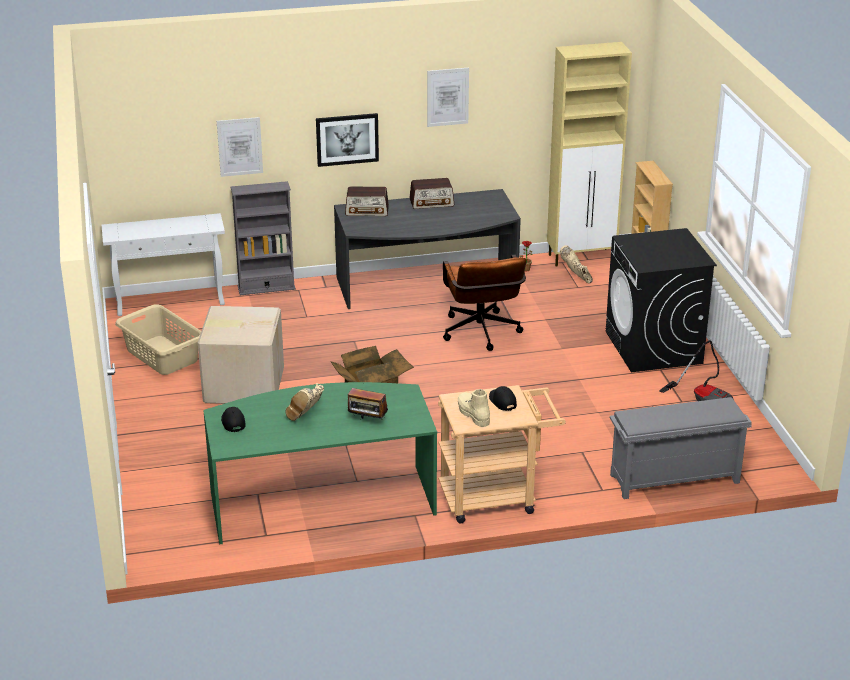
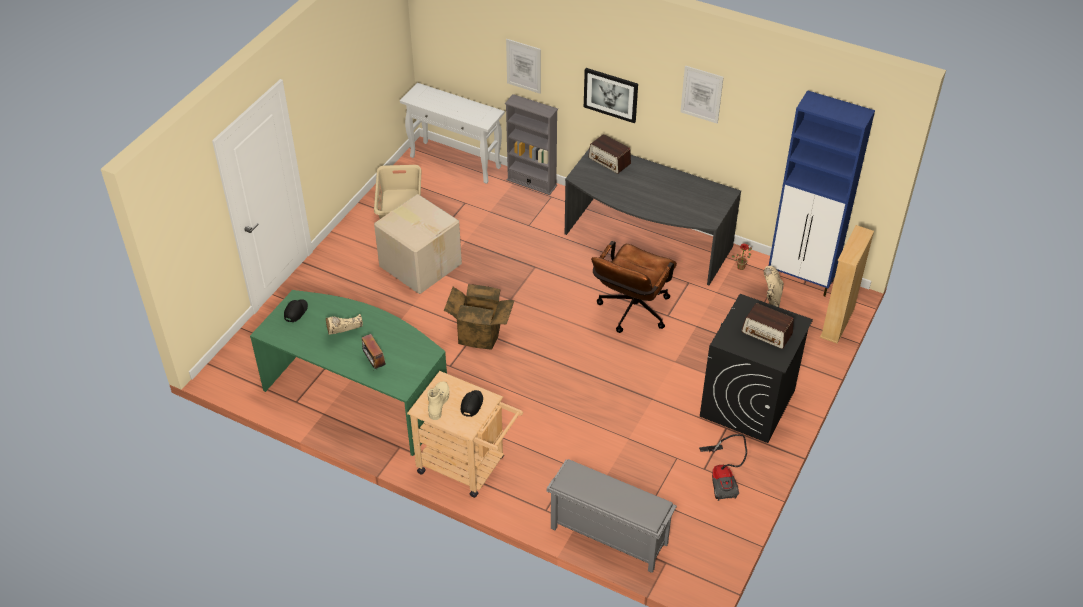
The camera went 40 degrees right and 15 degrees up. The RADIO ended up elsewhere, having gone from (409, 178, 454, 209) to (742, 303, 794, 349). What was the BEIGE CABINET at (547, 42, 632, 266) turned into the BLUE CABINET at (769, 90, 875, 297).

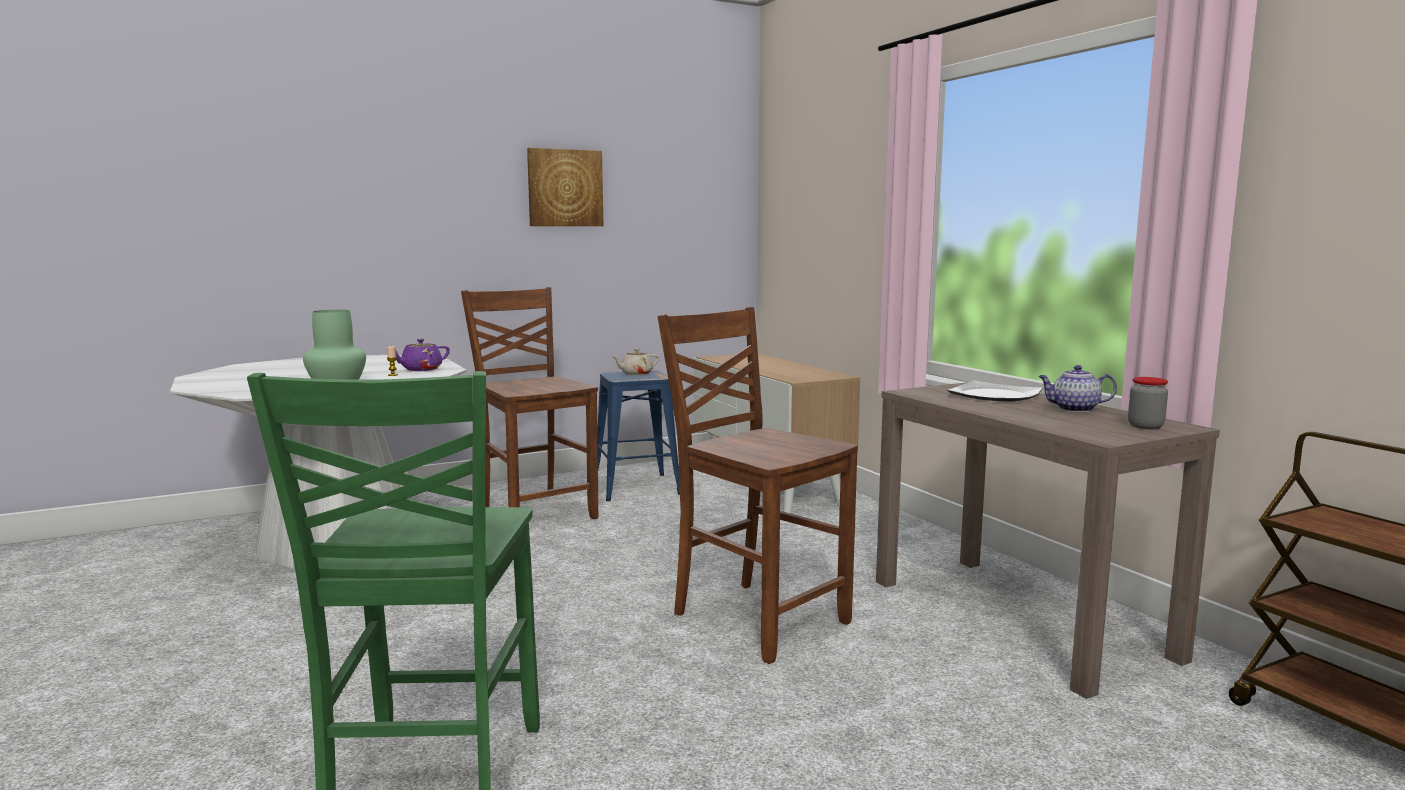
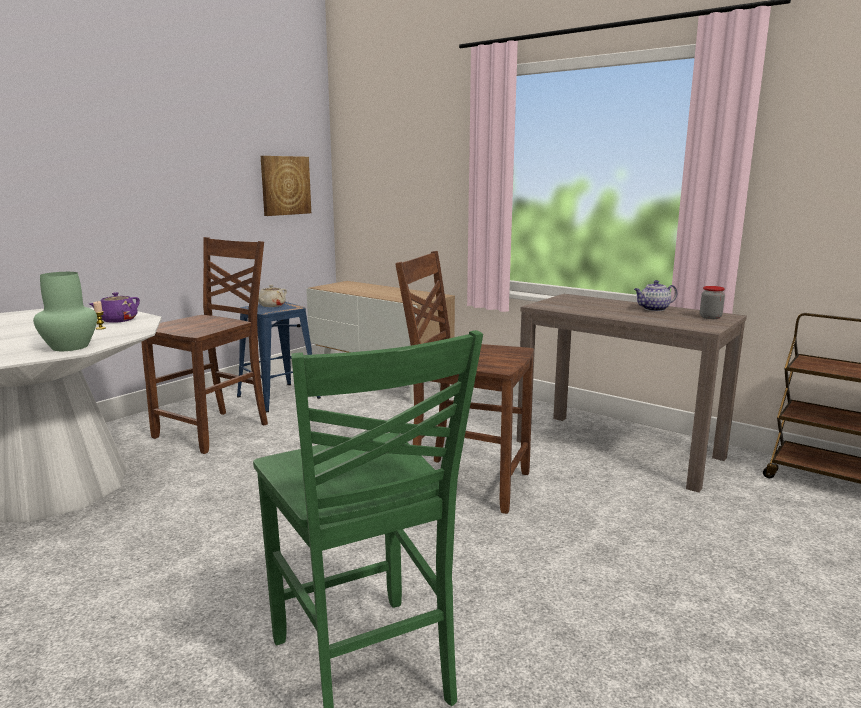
The camera went 25 degrees left and 5 degrees up. The BROWN CHAIR at (461, 287, 599, 519) ended up facing another way, 90 degrees clockwise from before. The PICTURE ended up elsewhere, having gone from (527, 148, 603, 226) to (261, 156, 311, 216). The second view lost the PLATE at (947, 381, 1042, 402).

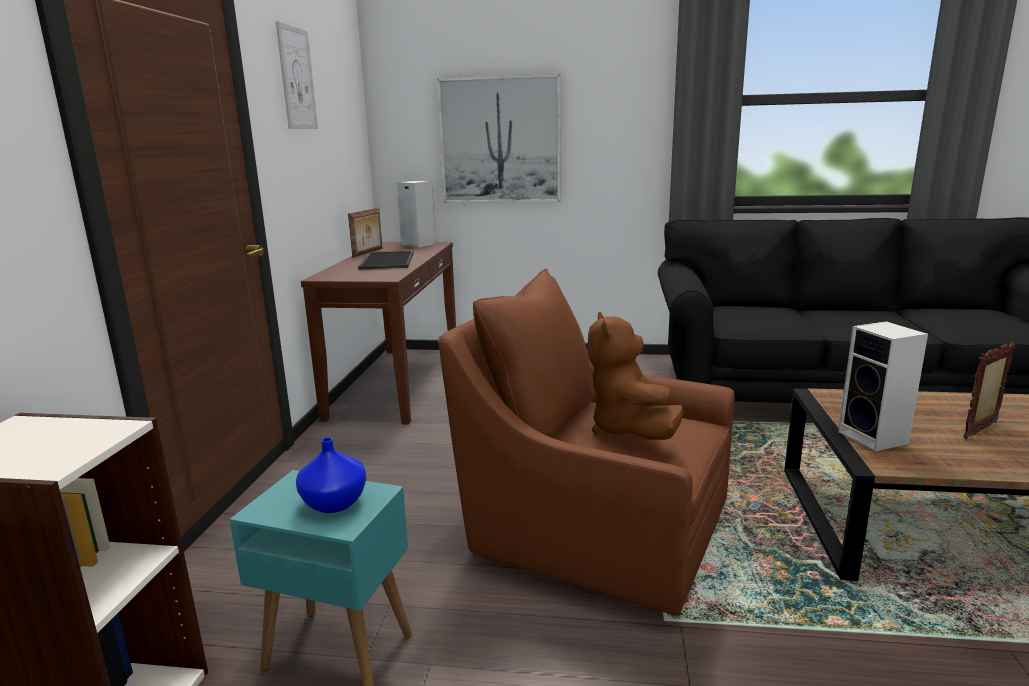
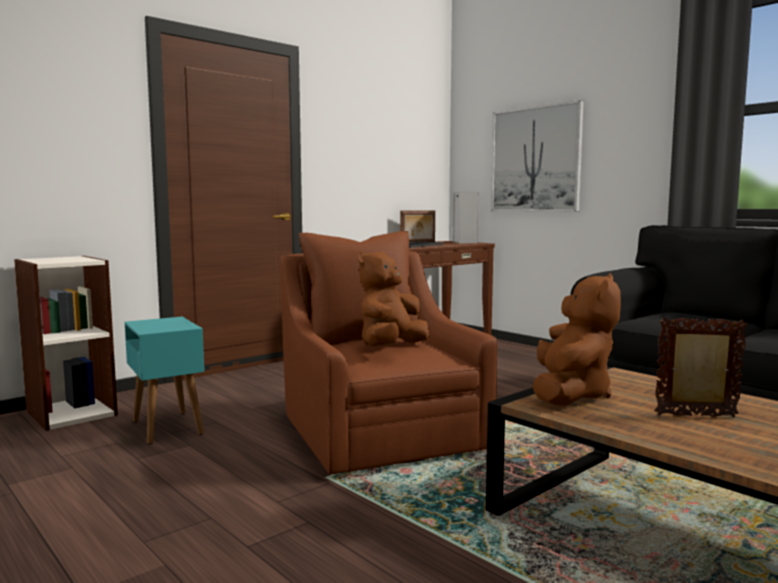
The camera went 40 degrees right and 10 degrees down. The second view lost the PICTURE at (276, 21, 318, 129). The second view lost the BLUE VASE at (296, 437, 366, 513). Where the SPEAKER stood at (838, 321, 928, 452), the BROWN PLUSH TOY came to stand at (532, 273, 621, 406).

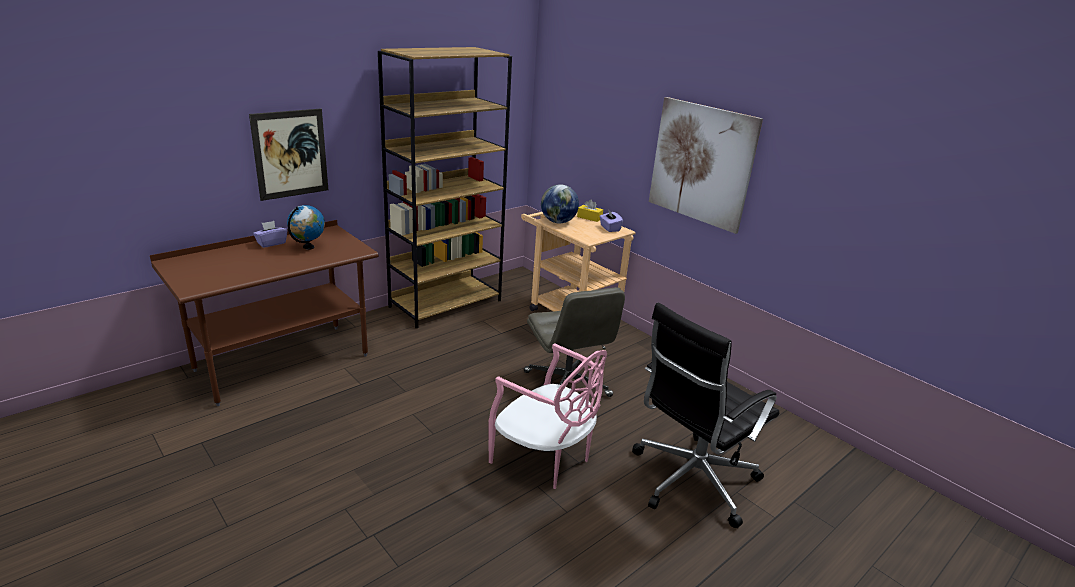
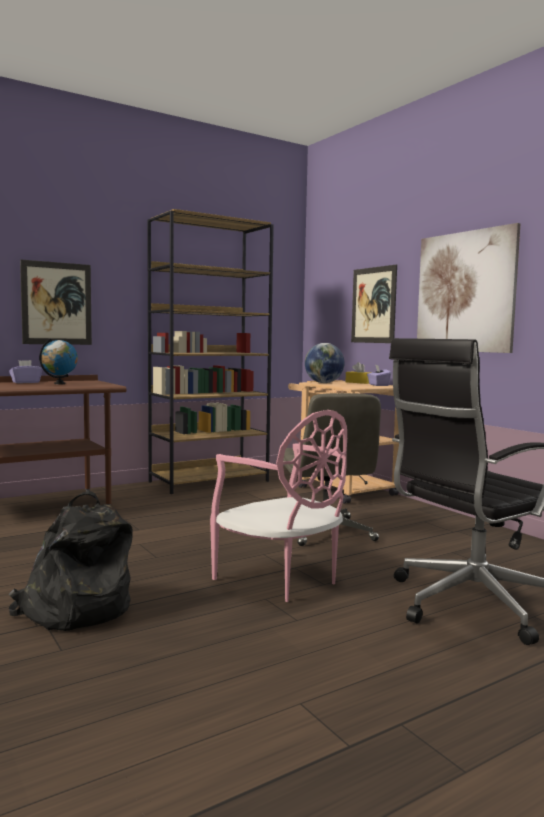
The camera went 10 degrees right and 20 degrees down. The second view gained the BLACK BACKPACK at (9, 491, 133, 631). The second view gained the PICTURE at (351, 265, 397, 343).

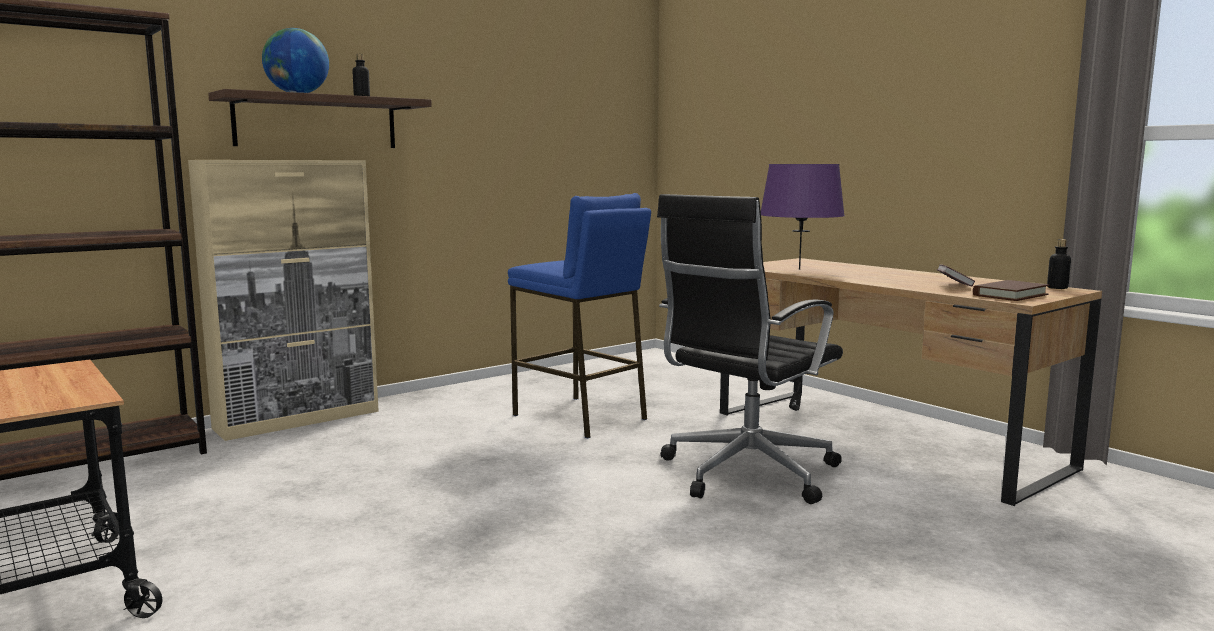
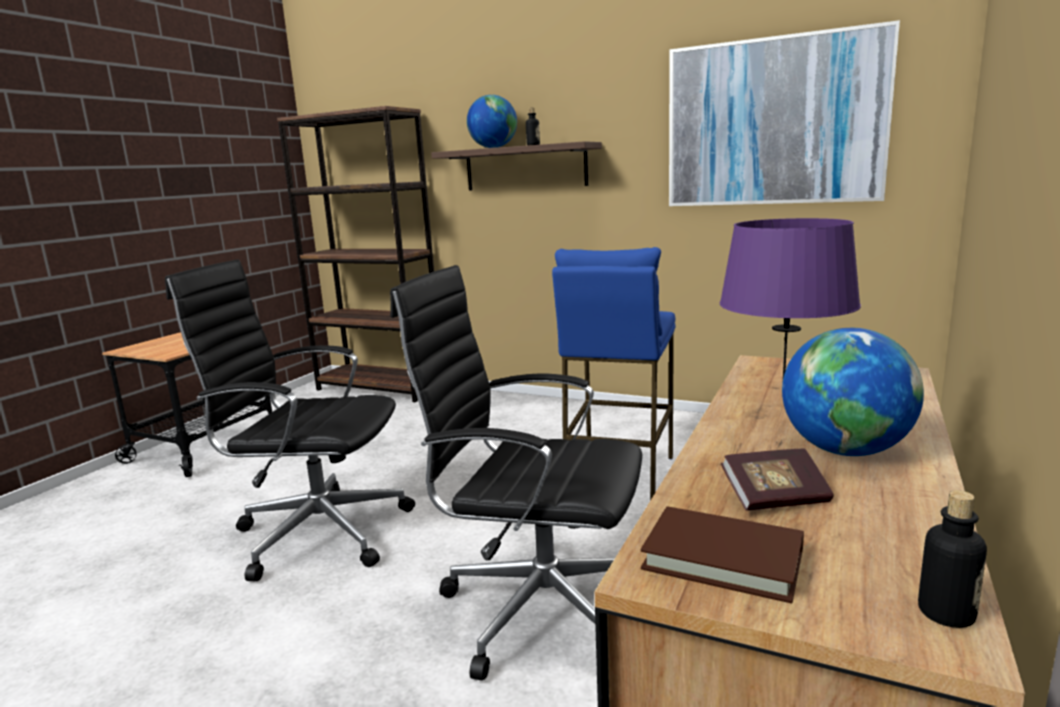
The camera went 65 degrees right and 5 degrees up. The second view lost the BEIGE CABINET at (188, 160, 379, 441). The second view gained the BLACK OFFICE CHAIR at (165, 259, 415, 581). The second view gained the PICTURE at (669, 20, 900, 206). The second view gained the GLOBE at (782, 328, 924, 456).

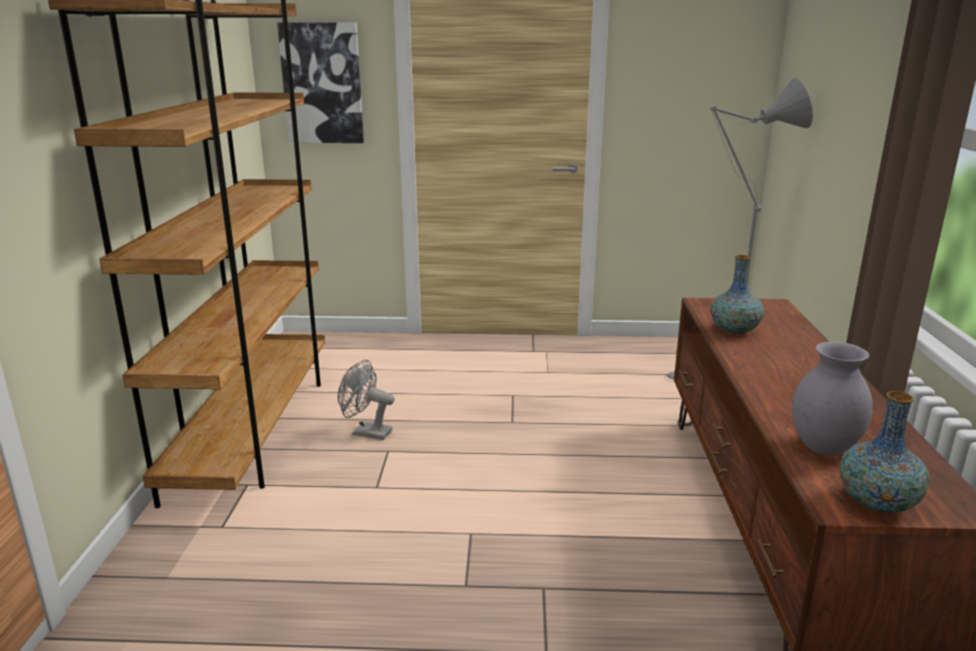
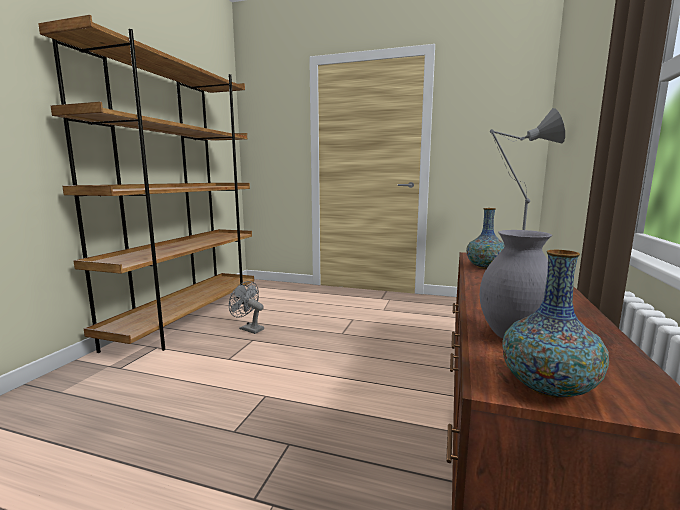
The camera went 15 degrees right and 10 degrees down. The second view lost the PICTURE at (277, 22, 364, 143).

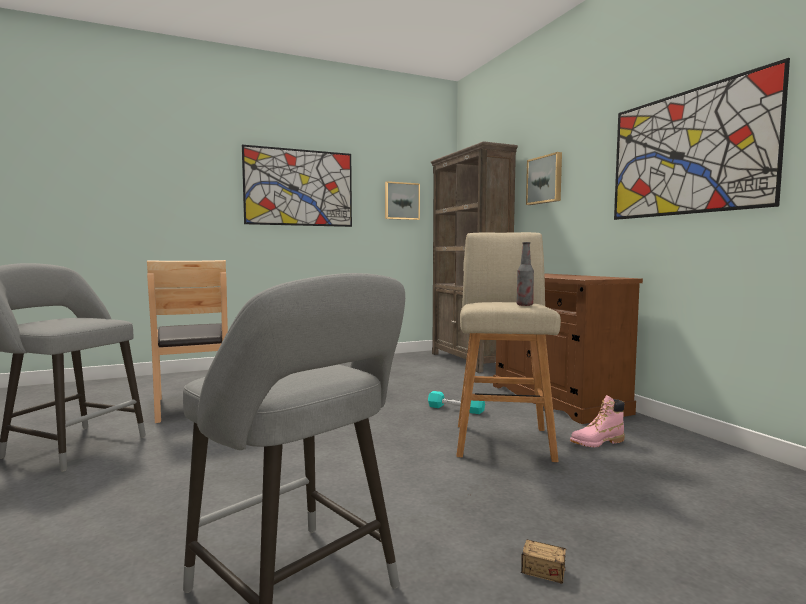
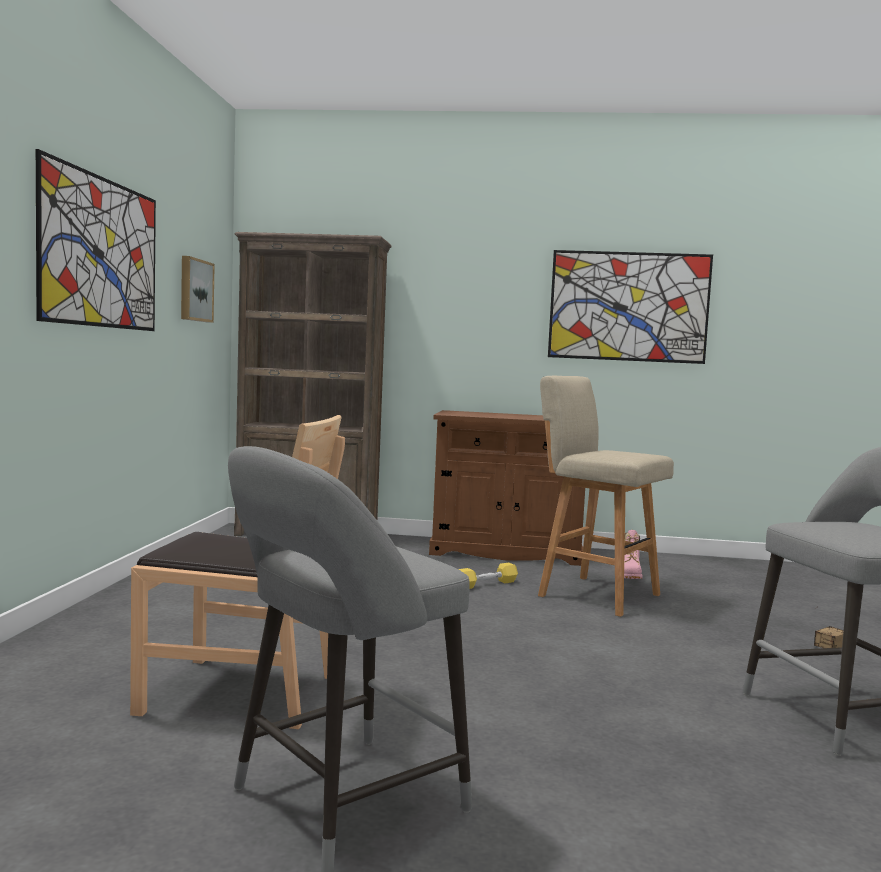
The camera went 60 degrees left and 0 degrees up. What was the TURQUOISE DUMBBELL at (428, 391, 485, 414) turned into the YELLOW DUMBBELL at (459, 562, 518, 589). The second view lost the BOTTLE at (516, 242, 534, 306). The second view lost the PICTURE at (526, 152, 562, 205).

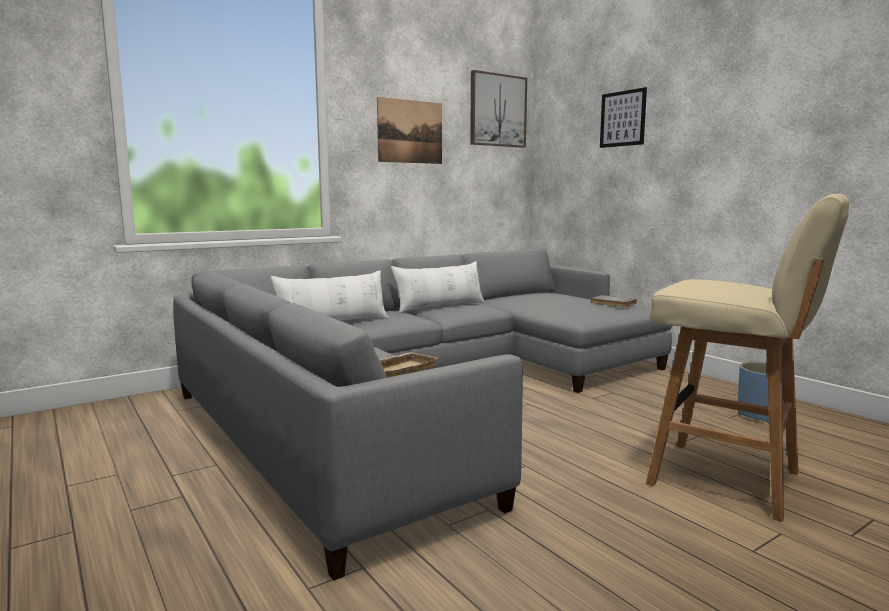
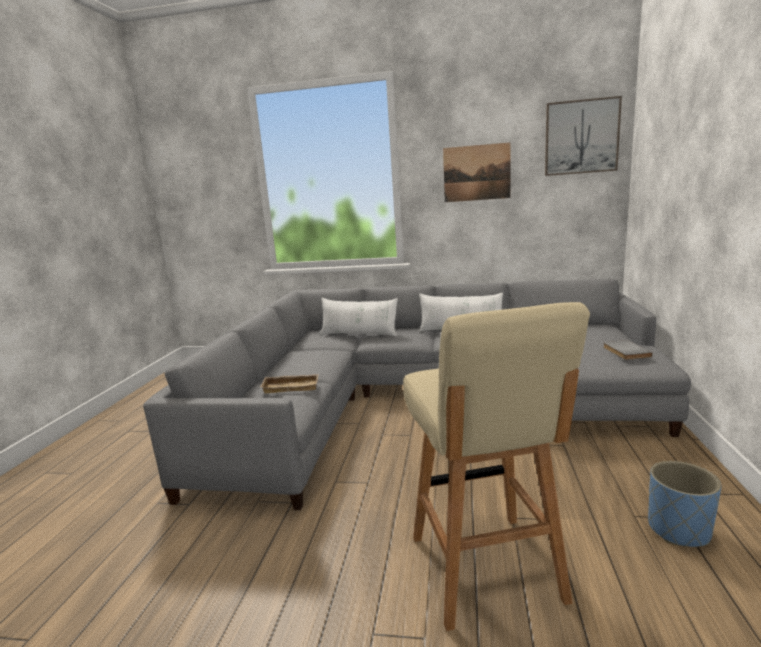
The camera went 45 degrees right and 5 degrees up. The second view lost the PICTURE at (600, 87, 647, 148).

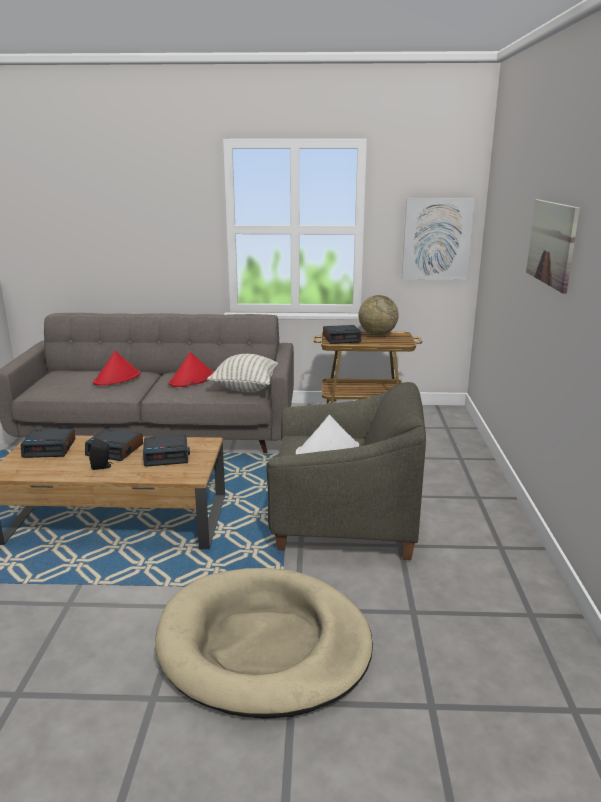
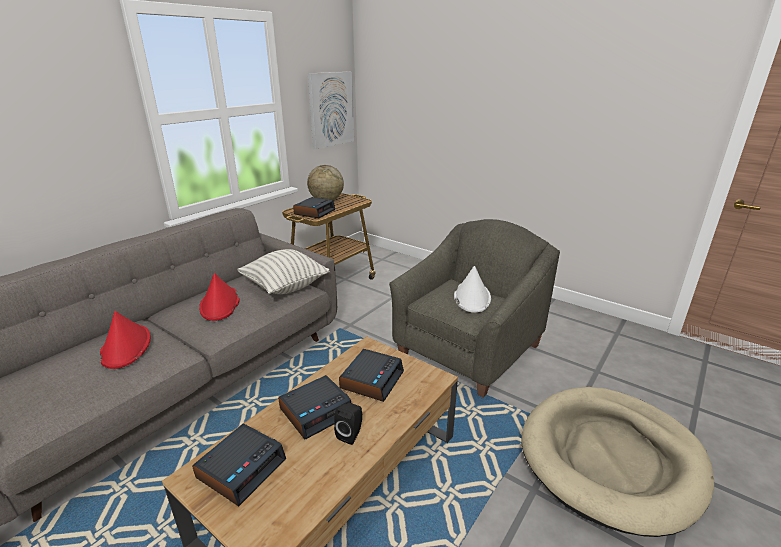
The camera went 55 degrees left and 5 degrees up. The second view lost the PICTURE at (526, 199, 580, 293).

